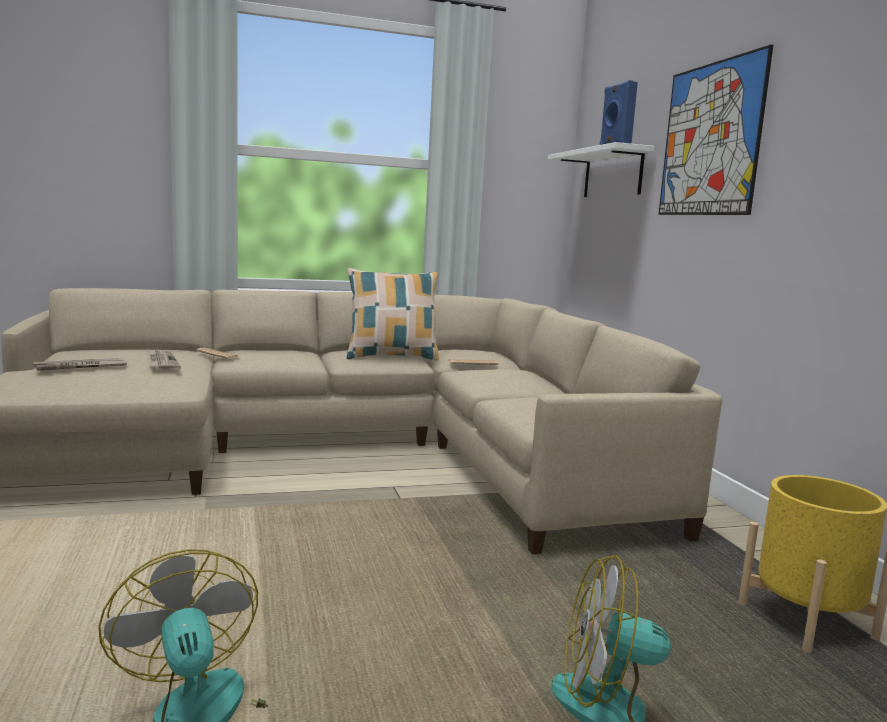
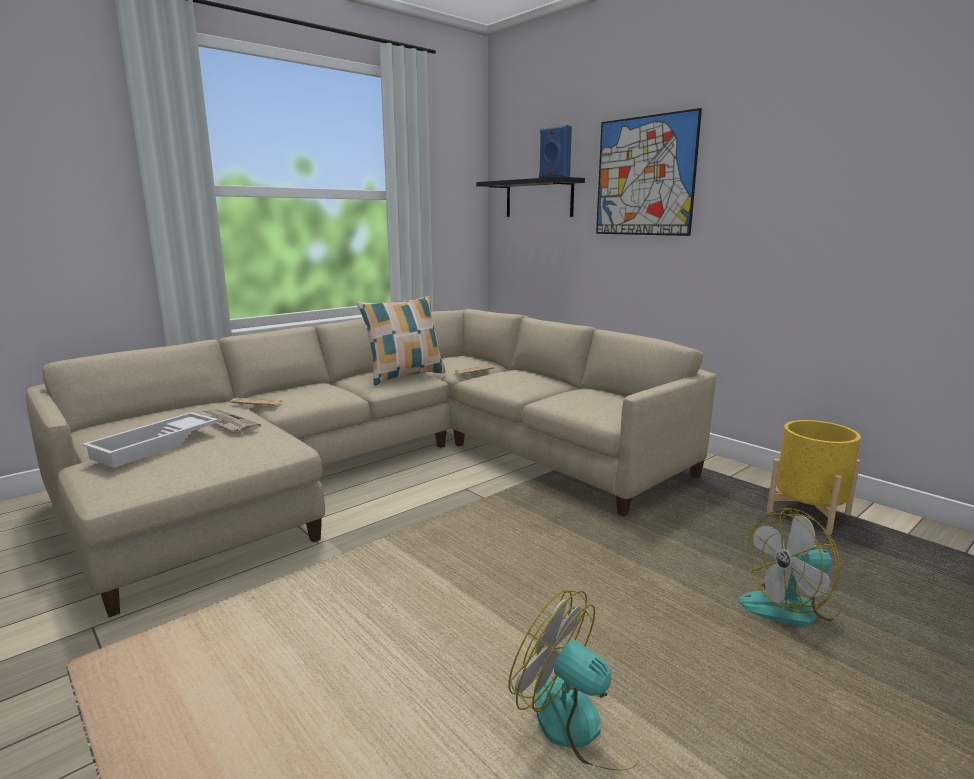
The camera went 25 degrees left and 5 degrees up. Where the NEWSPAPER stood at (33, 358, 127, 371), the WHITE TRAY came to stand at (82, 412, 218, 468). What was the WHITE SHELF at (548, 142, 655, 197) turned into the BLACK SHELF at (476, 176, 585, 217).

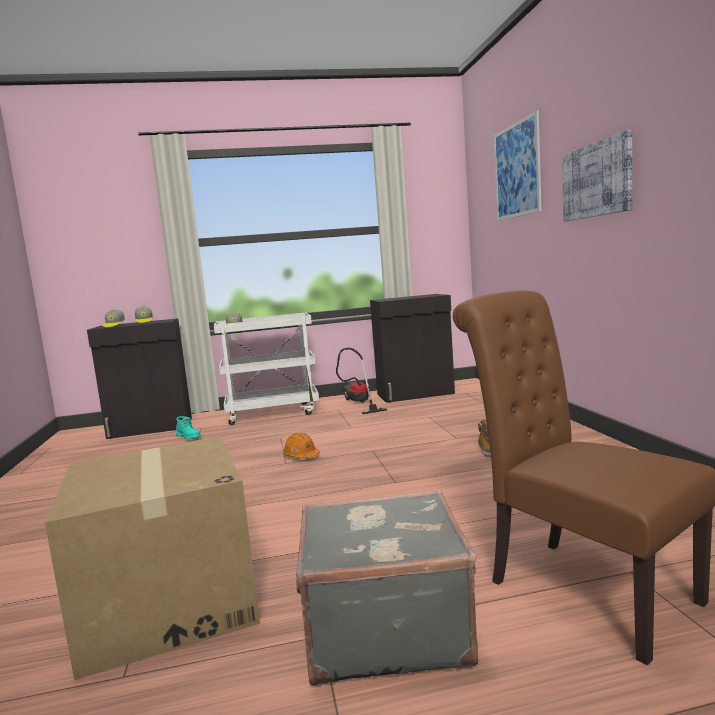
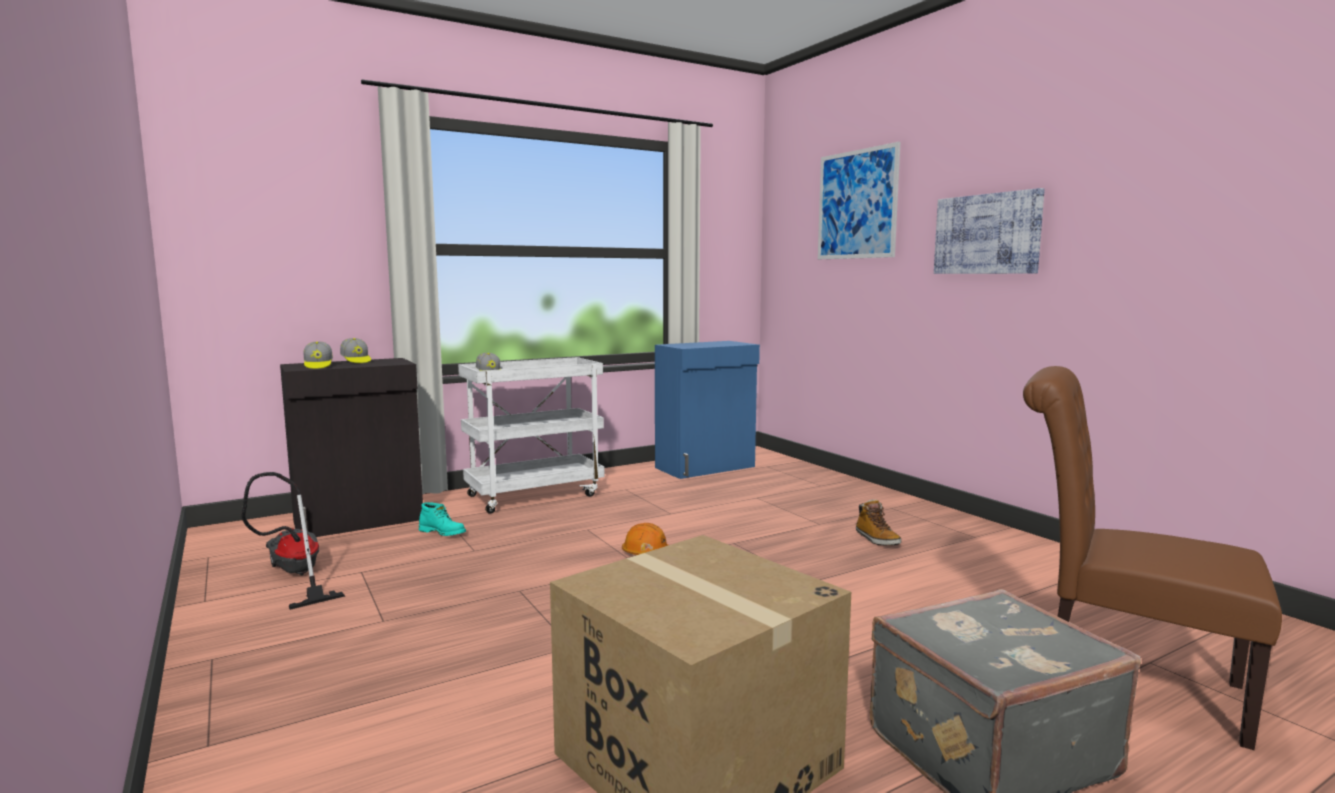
The camera went 20 degrees left and 0 degrees up. The VACUUM CLEANER ended up elsewhere, having gone from (336, 348, 387, 414) to (241, 472, 345, 610). What was the BLACK CABINET at (370, 294, 455, 403) turned into the BLUE CABINET at (655, 341, 760, 479).

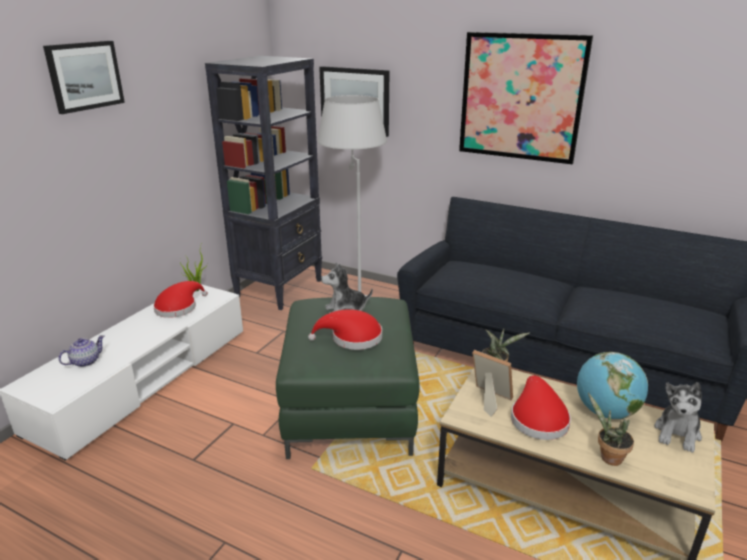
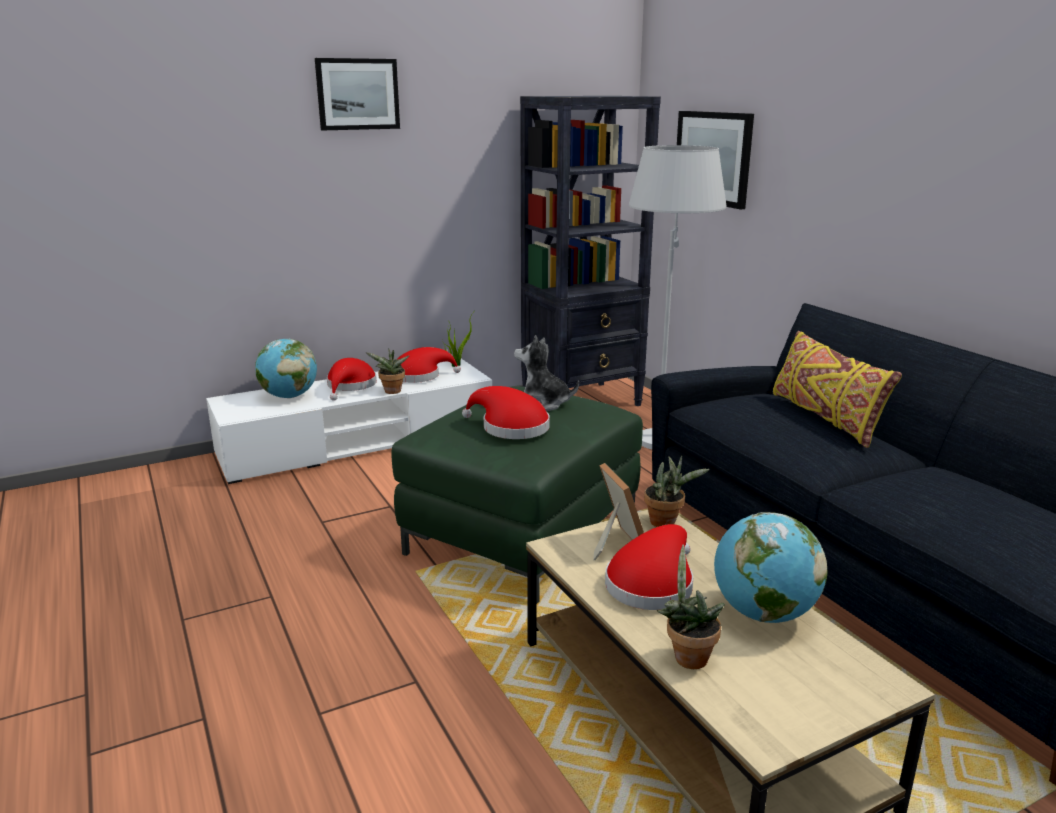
The camera went 35 degrees right and 5 degrees down. Where the TEAPOT stood at (59, 335, 104, 367), the GLOBE came to stand at (255, 339, 317, 398). The second view lost the PICTURE at (459, 32, 593, 164). The second view lost the PLUSH TOY at (654, 382, 702, 453). The second view gained the RED HAT at (327, 358, 377, 401). The second view gained the POTTED PLANT at (365, 348, 410, 394). The second view gained the YELLOW PILLOW at (773, 331, 902, 448).

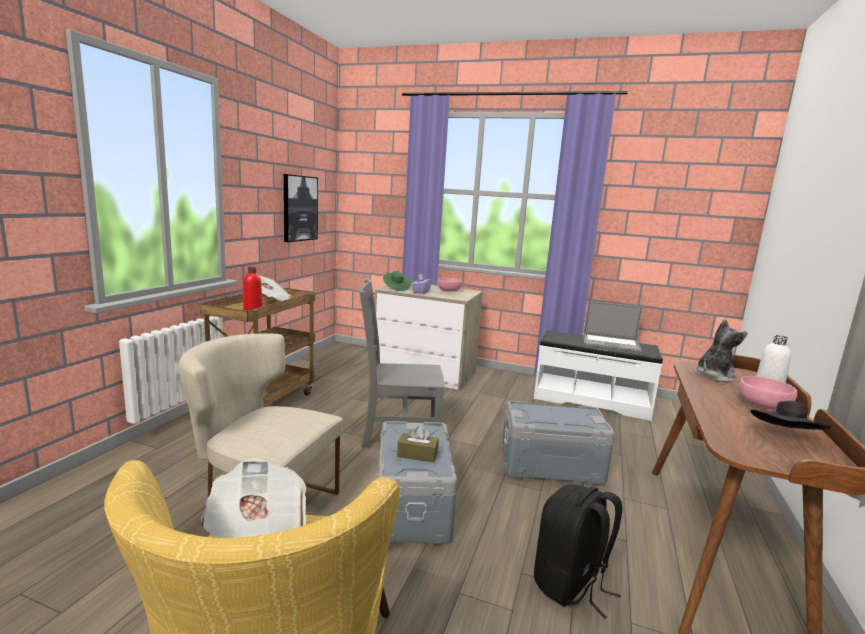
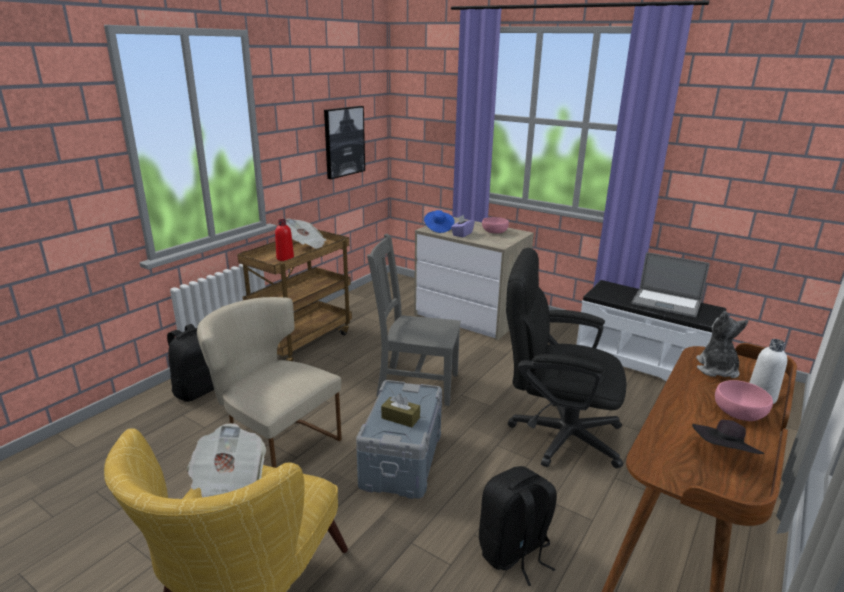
The camera went 15 degrees right and 10 degrees up. What was the GREEN HAT at (383, 271, 412, 291) turned into the BLUE HAT at (424, 210, 455, 233). Where the GREY STORAGE BOX stood at (501, 401, 615, 485), the BLACK OFFICE CHAIR came to stand at (506, 248, 626, 468). The PLUSH TOY at (694, 319, 748, 382) ended up facing another way, 60 degrees counterclockwise from before. The second view gained the BLACK BACKPACK at (167, 324, 214, 402).

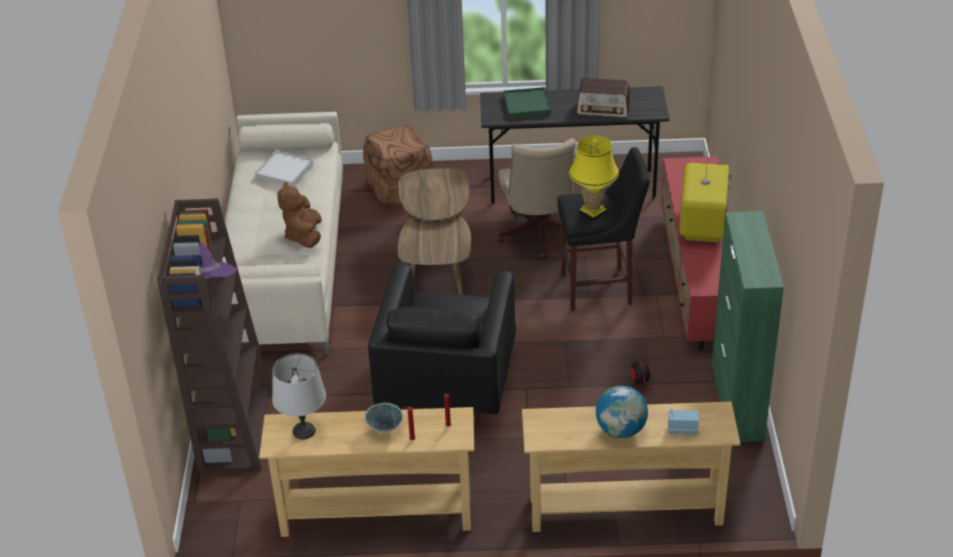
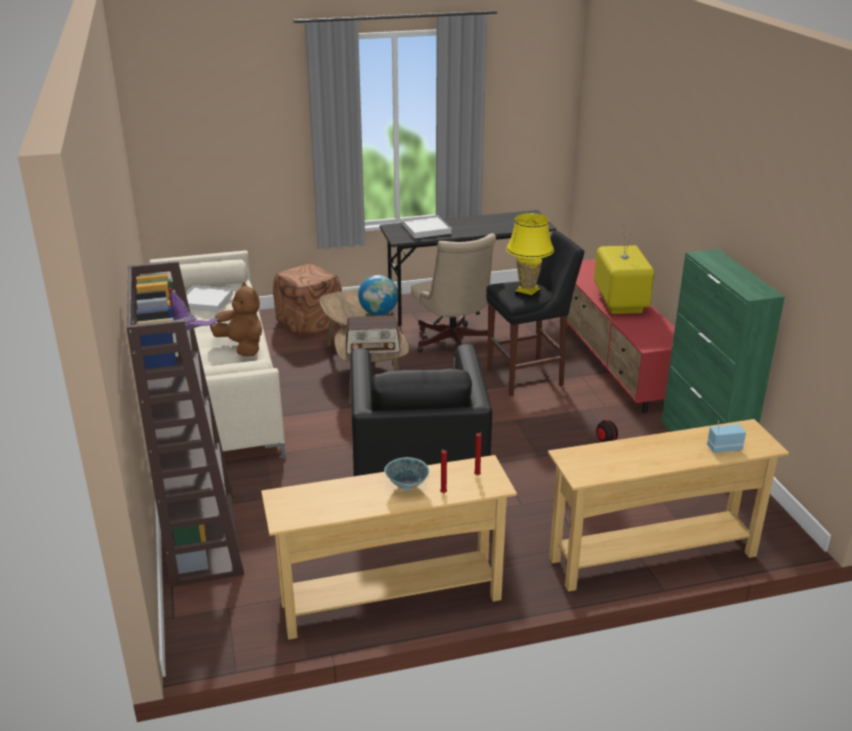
The camera went 15 degrees left and 10 degrees down. The second view lost the GREY TABLE LAMP at (272, 353, 326, 440). The BROWN PLUSH TOY at (277, 182, 322, 248) ended up facing another way, 150 degrees clockwise from before. What was the GREEN TRAY at (504, 87, 551, 119) turned into the WHITE TRAY at (402, 215, 451, 238). The RADIO ended up elsewhere, having gone from (576, 78, 630, 118) to (346, 316, 400, 355). The GLOBE ended up elsewhere, having gone from (596, 386, 648, 438) to (358, 275, 398, 315).

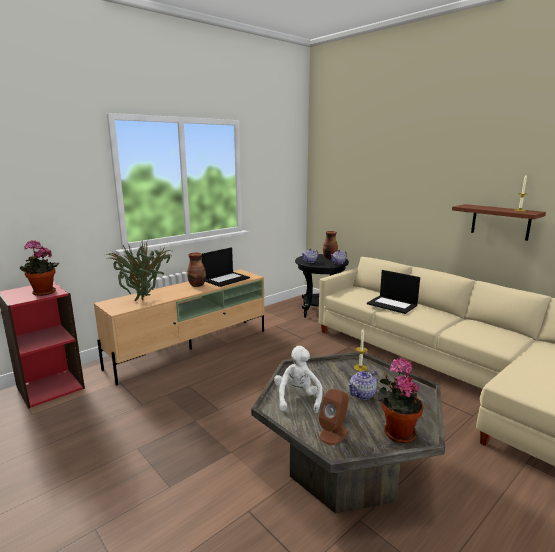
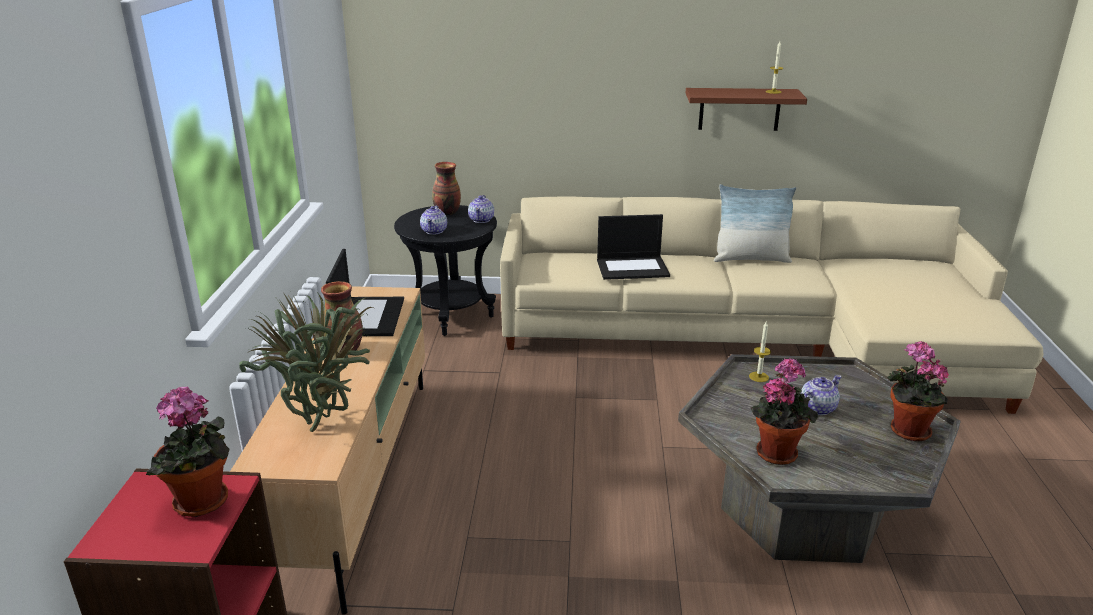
The camera went 45 degrees left and 10 degrees up. Where the WHITE PLUSH TOY stood at (274, 346, 323, 413), the POTTED PLANT came to stand at (751, 358, 818, 465). The second view lost the BROWN SPEAKER at (319, 389, 349, 445). The TEAPOT at (348, 370, 378, 400) ended up facing another way, 135 degrees counterclockwise from before. The second view gained the PILLOW at (714, 184, 796, 263).

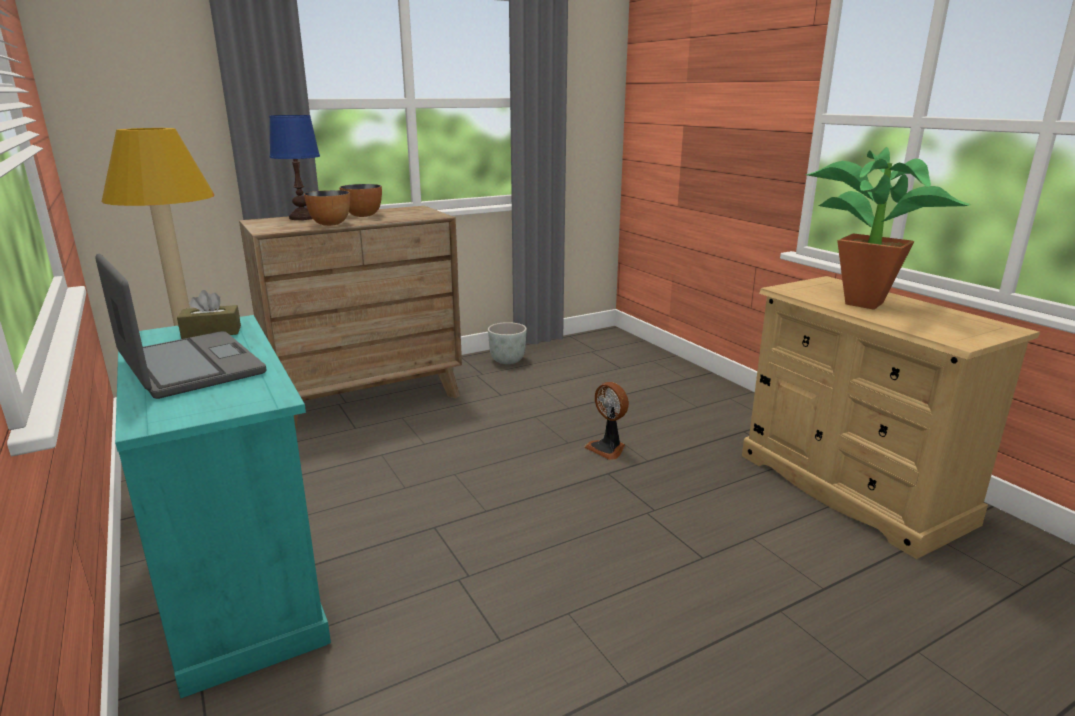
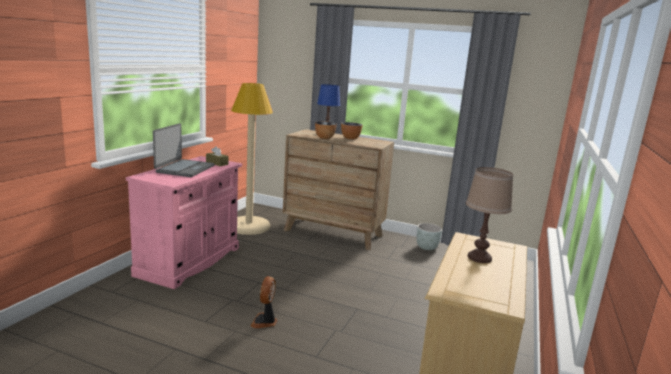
The camera went 50 degrees right and 5 degrees down. What was the TURQUOISE CABINET at (115, 315, 331, 698) turned into the PINK CABINET at (126, 156, 242, 289). The FAN ended up elsewhere, having gone from (584, 382, 629, 460) to (250, 276, 278, 328). Where the POTTED PLANT stood at (805, 147, 971, 310), the BROWN TABLE LAMP came to stand at (466, 167, 513, 263).

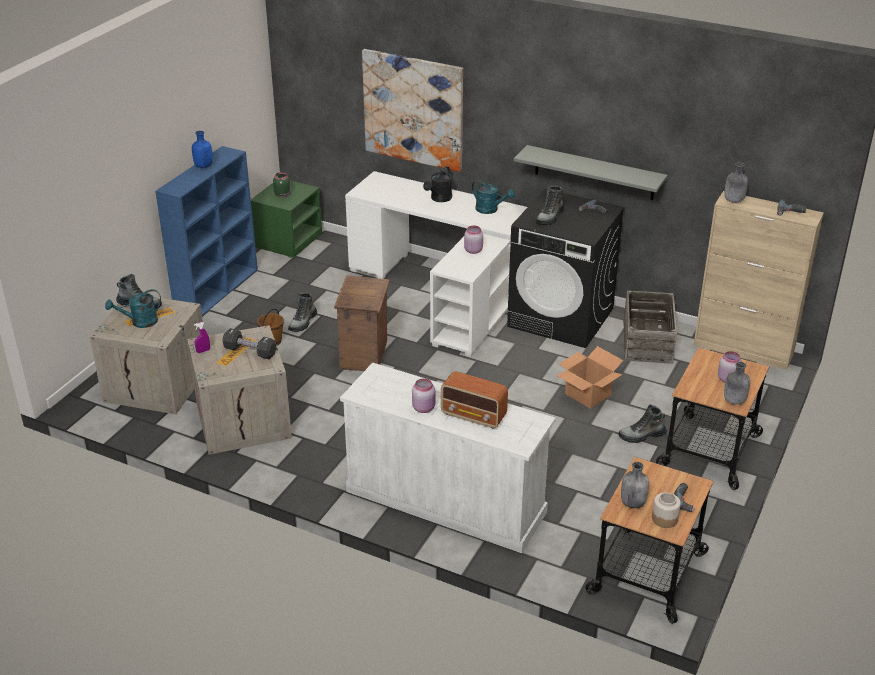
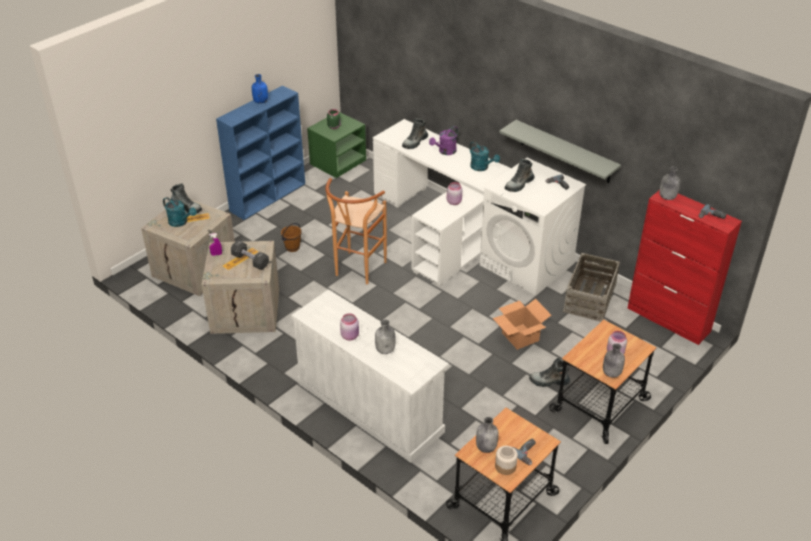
The camera went 15 degrees right and 5 degrees up. The TURQUOISE WATERING CAN at (105, 289, 161, 328) ended up facing another way, 135 degrees counterclockwise from before. The BOOT ended up elsewhere, having gone from (288, 293, 317, 332) to (402, 119, 428, 149). Where the CRATE stood at (334, 275, 390, 371), the BROWN STOOL came to stand at (325, 178, 387, 284). The second view lost the PICTURE at (362, 49, 463, 172). What was the BLACK WATERING CAN at (423, 166, 452, 202) turned into the PURPLE WATERING CAN at (429, 126, 458, 155). Where the RADIO stood at (441, 371, 508, 428), the GREY BOTTLE came to stand at (375, 319, 396, 354). What was the BLACK WASHING MACHINE at (507, 189, 624, 348) turned into the WHITE WASHING MACHINE at (479, 158, 586, 296). What was the BEIGE CABINET at (693, 191, 824, 370) turned into the RED CABINET at (627, 190, 742, 345).

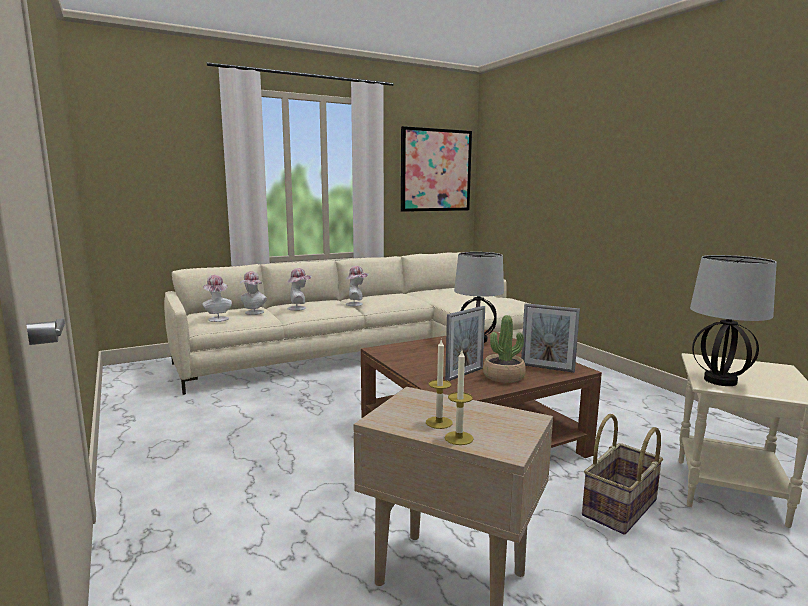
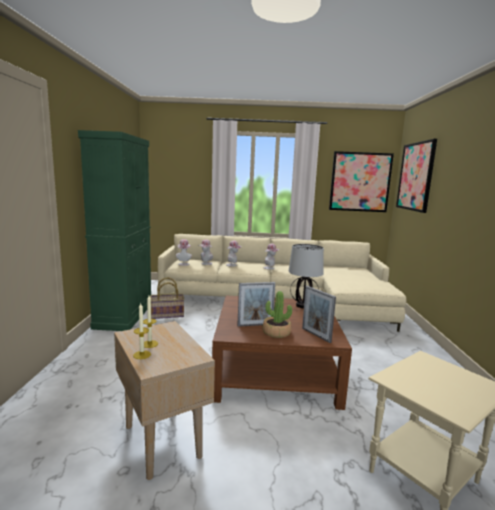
The camera went 30 degrees right and 0 degrees up. The BASKET ended up elsewhere, having gone from (582, 414, 663, 535) to (150, 277, 185, 319). The second view lost the TABLE LAMP at (690, 255, 777, 386). The second view gained the GREEN CABINET at (78, 130, 151, 331). The second view gained the PICTURE at (396, 139, 437, 213).

